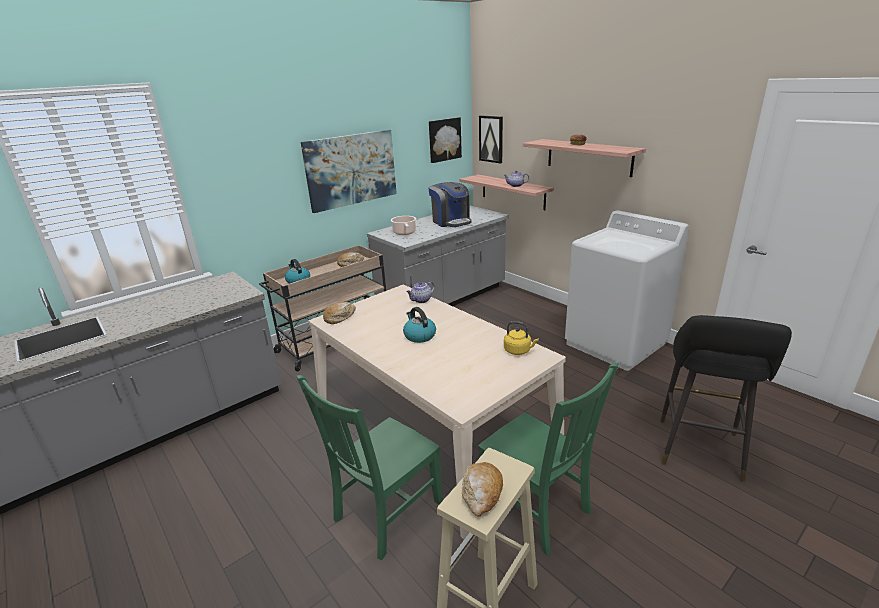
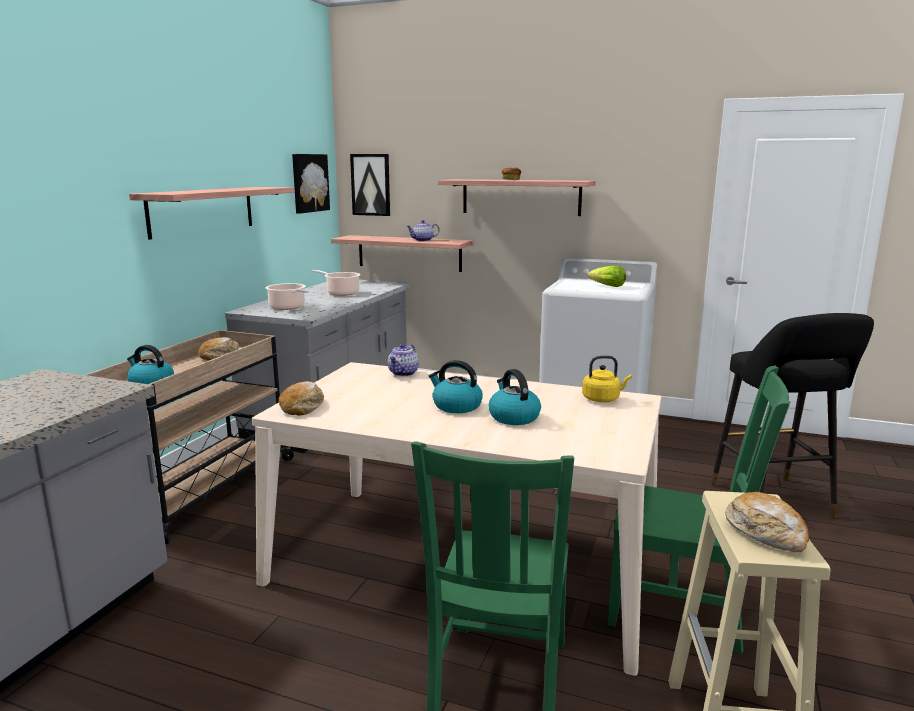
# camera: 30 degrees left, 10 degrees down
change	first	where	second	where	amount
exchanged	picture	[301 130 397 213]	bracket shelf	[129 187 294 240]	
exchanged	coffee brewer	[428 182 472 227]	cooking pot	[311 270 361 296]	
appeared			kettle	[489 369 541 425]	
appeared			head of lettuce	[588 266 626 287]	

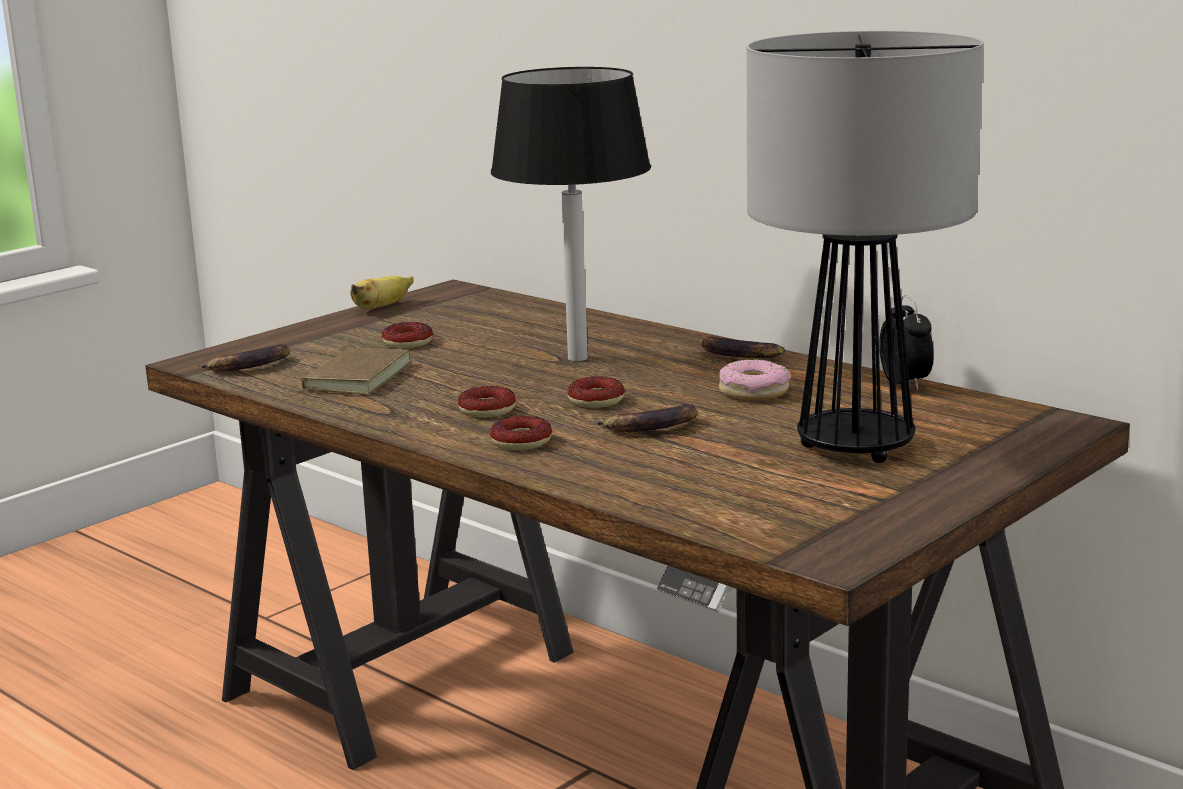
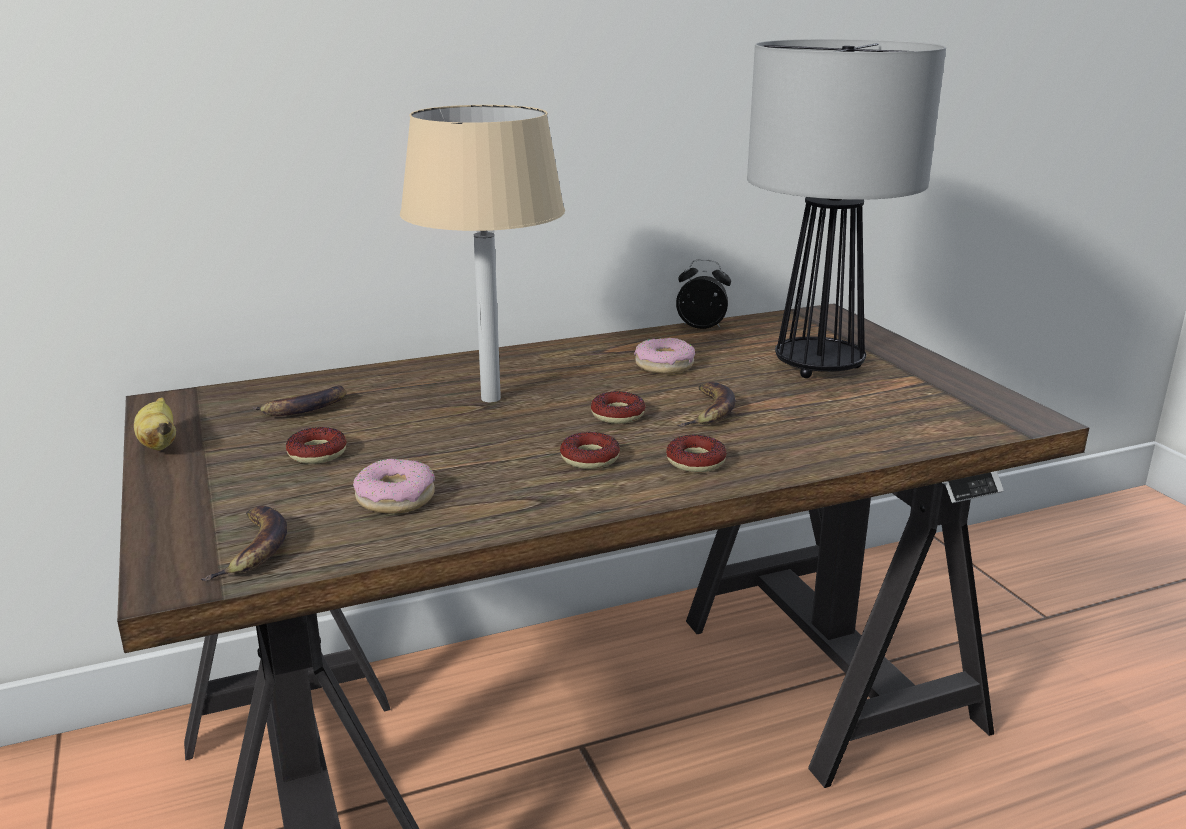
# camera: 65 degrees left, 5 degrees up
change	first	where	second	where	amount
relocated	whole banana	[701 336 785 358]		[253 385 347 416]	
exchanged	bound book/brownish	[282 348 412 394]	donut	[353 459 435 514]	
colour	lamp for a table/blackish	[491 67 651 361]	lamp for a table/beige-coloured	[400 105 565 402]	

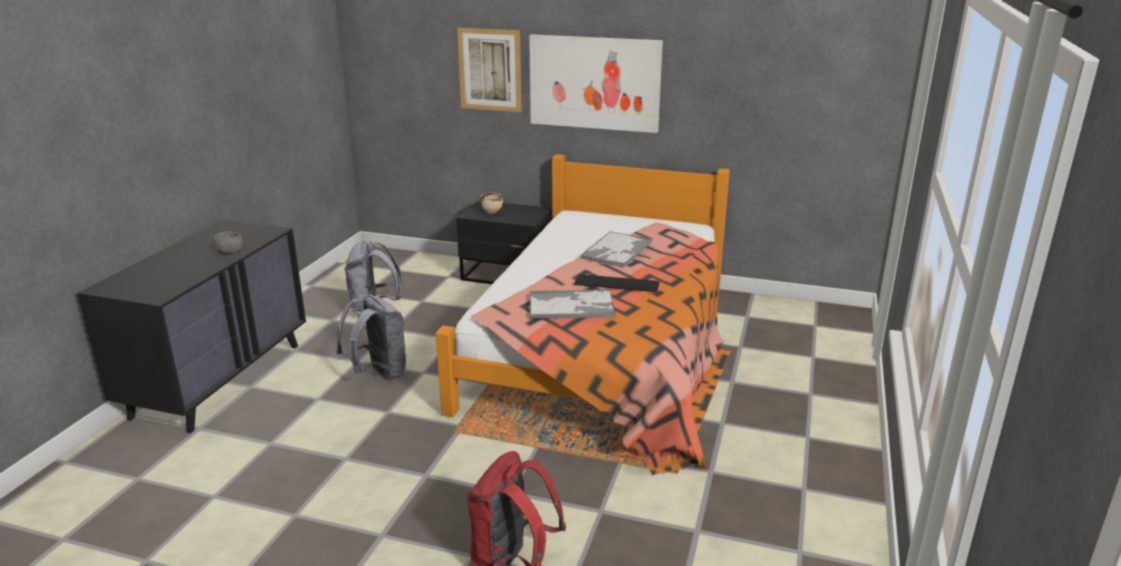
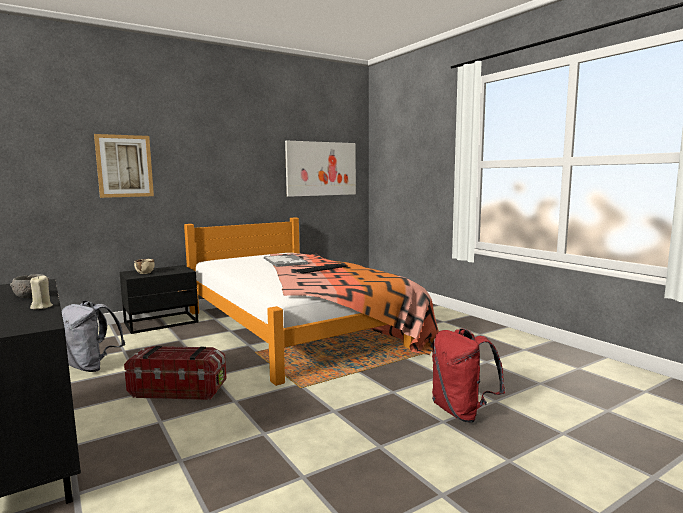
# camera: 50 degrees left, 15 degrees down
change	first	where	second	where	amount
appeared			wax candle/beige-coloured	[30 275 53 309]	
exchanged	backpack/gray	[337 294 407 380]	storage container	[124 346 227 400]	
relocated	picture	[529 34 663 133]		[285 141 356 197]	
missing	carrying tray	[530 290 616 319]			

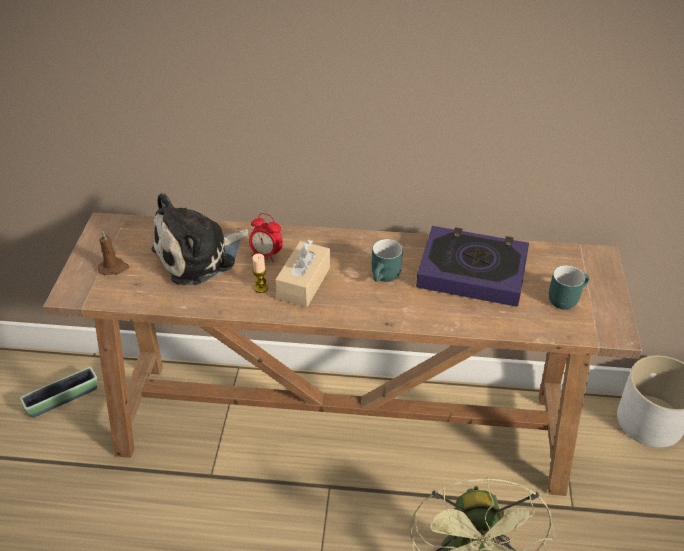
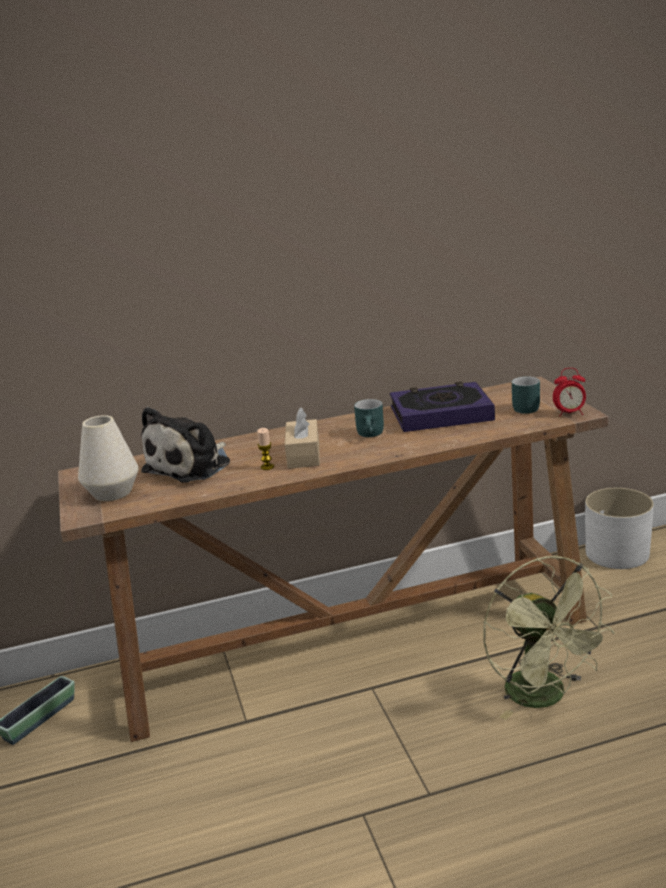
# camera: 20 degrees left, 20 degrees down
change	first	where	second	where	amount
exchanged	wax candle/brownish	[98 231 129 275]	vase/white	[78 415 139 501]	
relocated	alarm clock	[249 213 283 262]		[553 368 586 417]	

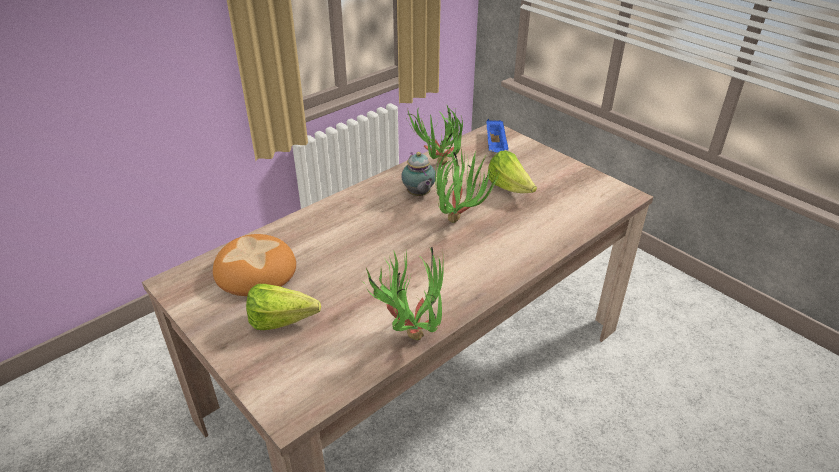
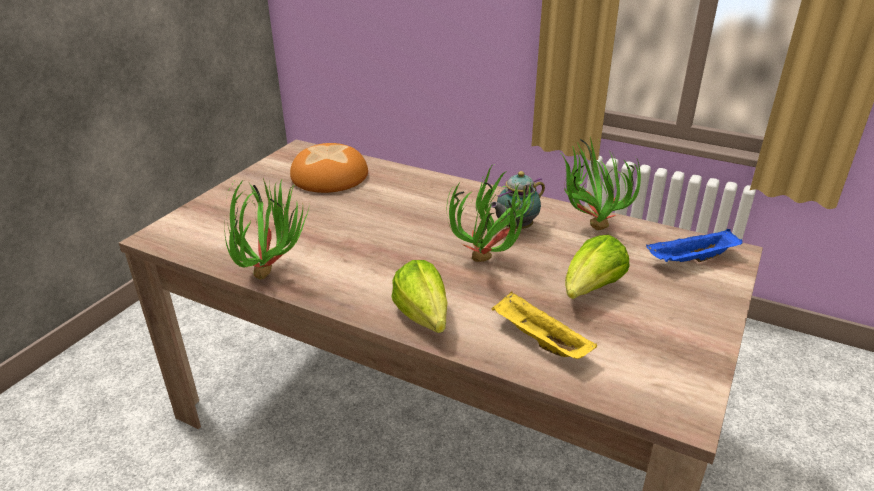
# camera: 70 degrees right, 5 degrees down
change	first	where	second	where	amount
relocated	head of lettuce	[246 284 321 330]		[392 260 448 333]	
appeared			carrying tray/yellowish	[492 292 597 359]	

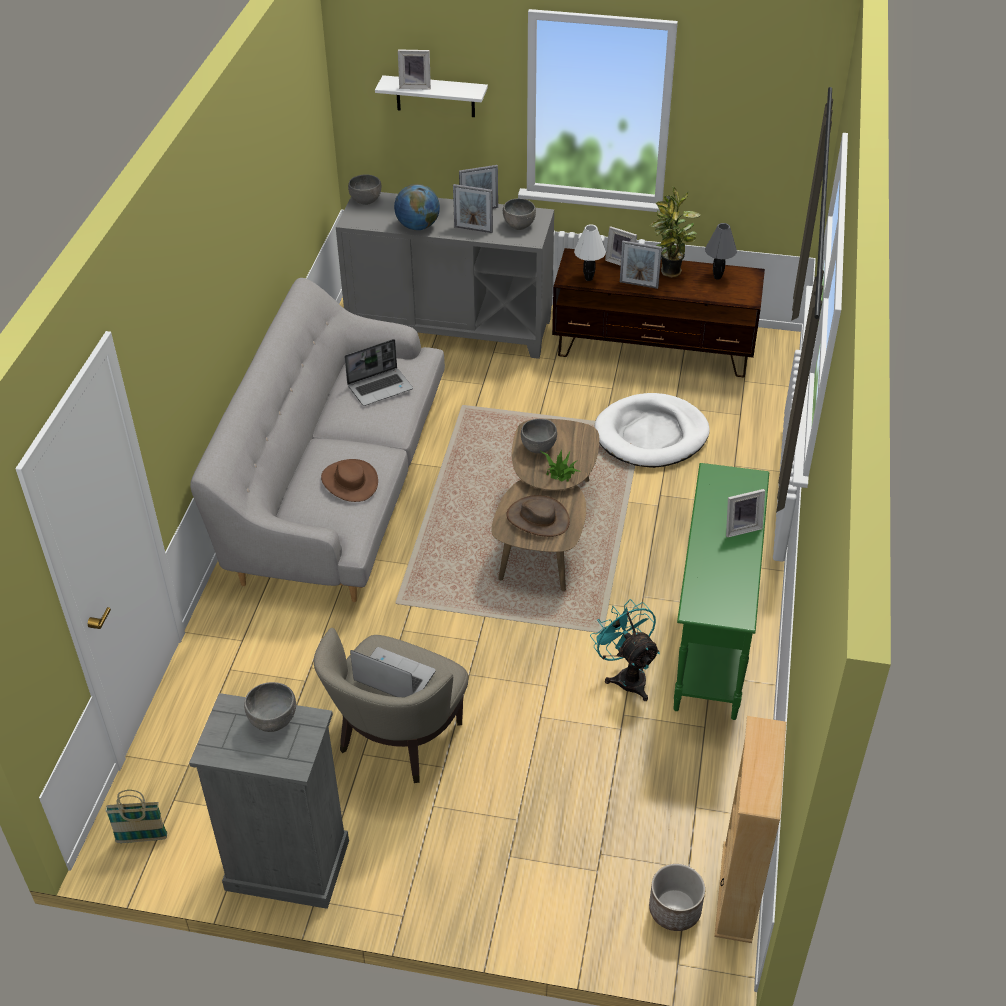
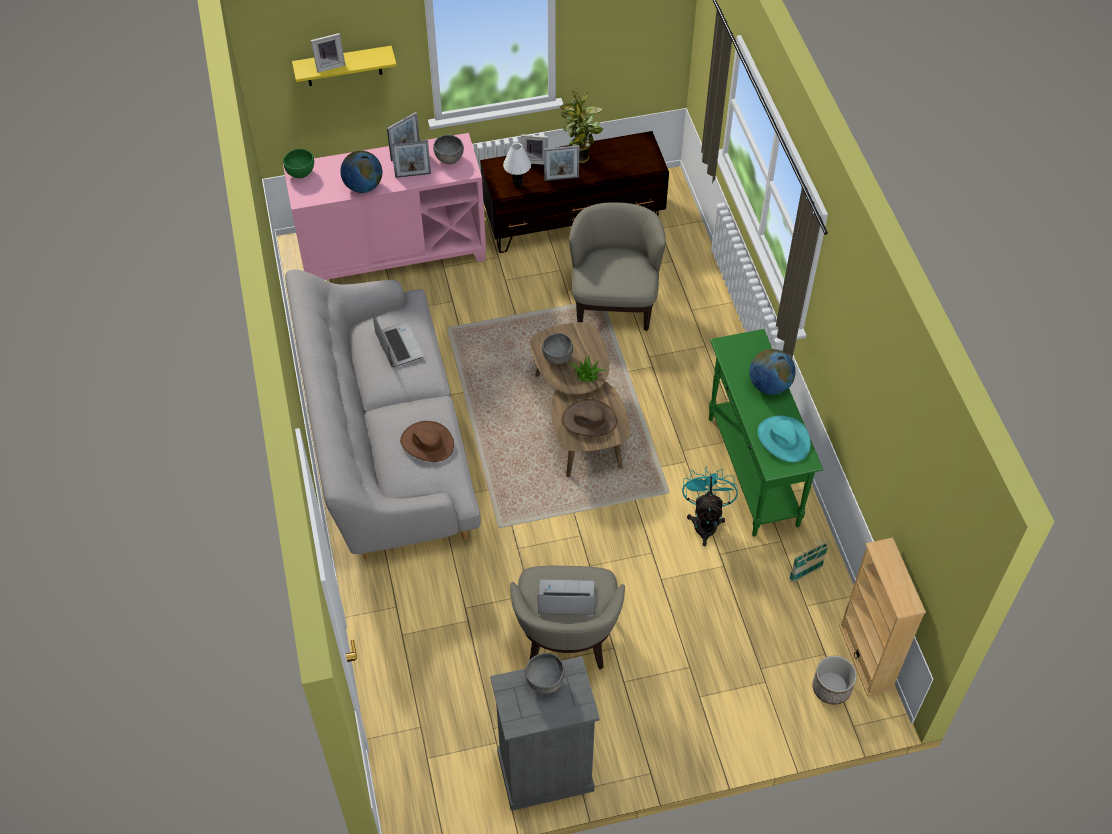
# camera: 25 degrees left, 10 degrees up
change	first	where	second	where	amount
colour	storage cabinet/gray	[336 192 554 359]	storage cabinet/pink-coloured	[283 133 486 280]	
colour	serving bowl/gray	[348 174 381 205]	serving bowl/greenish	[283 149 314 178]	
colour	bracket shelf/white	[375 75 488 117]	bracket shelf/yellowish	[292 46 397 86]	
spun	notebook computer	[344 339 413 406]		[372 311 424 367]	60 degrees counterclockwise
exchanged	dog bed/white	[595 393 710 468]	lounge chair/beige-coloured	[569 202 666 331]	
spun	fan/blue-green	[590 599 660 701]		[682 467 738 546]	60 degrees clockwise
exchanged	standing frame	[726 489 765 538]	desk globe	[749 349 796 395]	
appeared			clothing hat/blue-green	[757 416 811 462]	
relocated	storage basket	[106 790 168 843]		[789 539 829 583]	
missing	lamp for a table/gray	[705 223 737 279]			

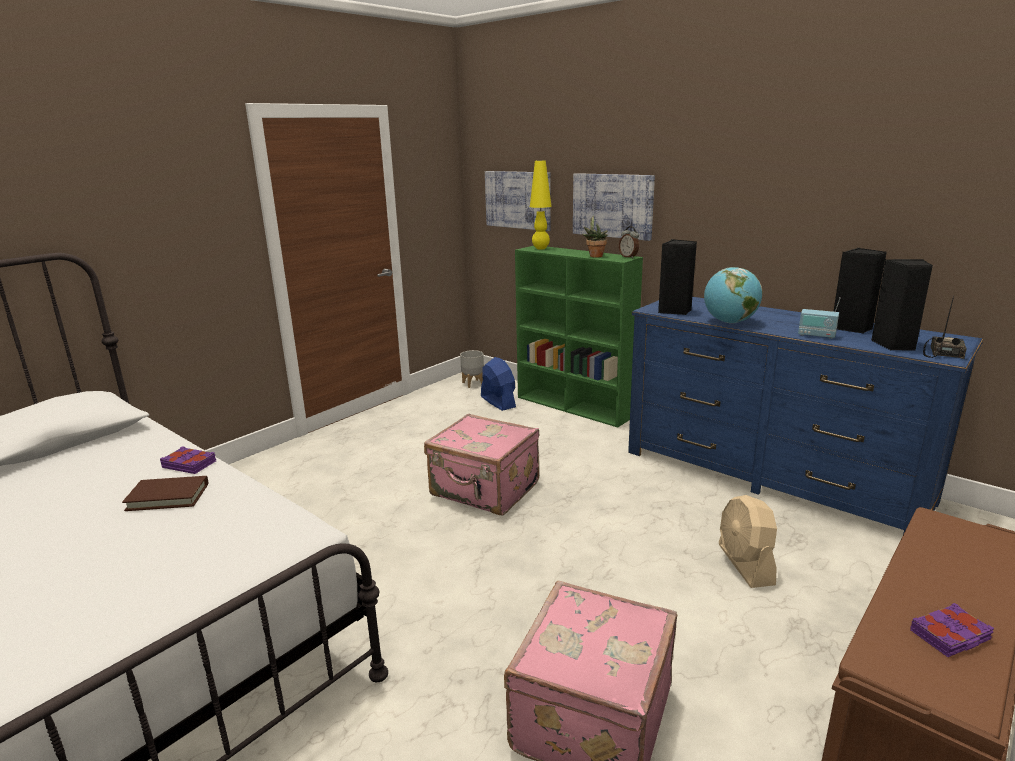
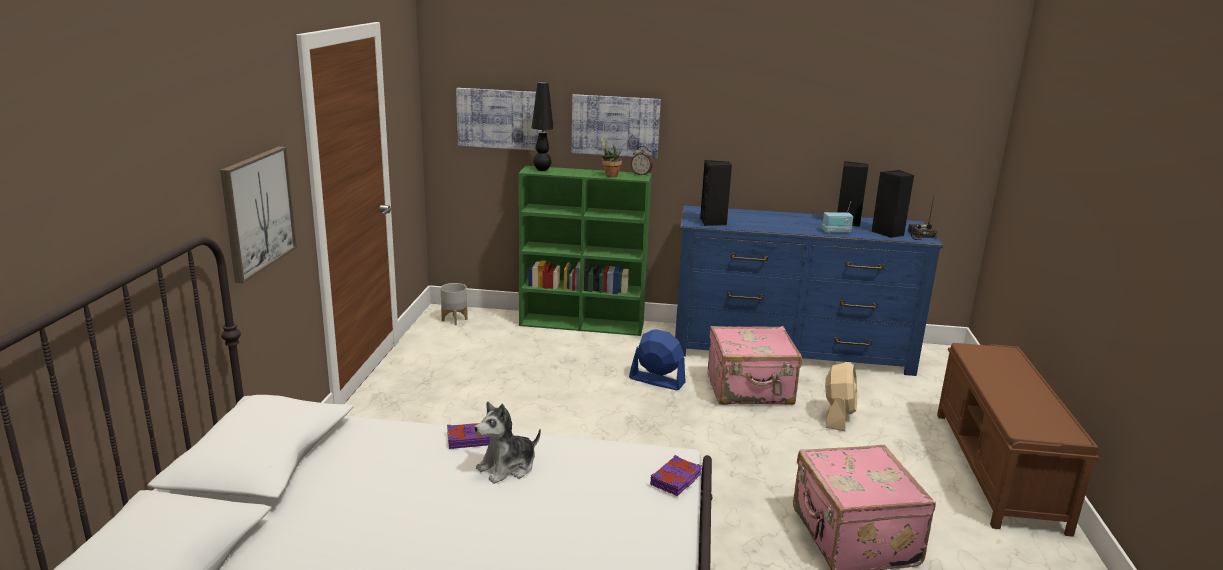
# camera: 35 degrees left, 0 degrees up
change	first	where	second	where	amount
appeared			picture	[220 146 297 283]	
exchanged	bound book/brownish	[122 476 208 511]	cuddly toy	[474 402 541 484]	
colour	lamp for a table/yellowish	[530 160 552 250]	lamp for a table/blackish	[531 82 554 171]	
relocated	fan/bluish	[481 357 516 411]		[629 329 686 390]	
relocated	bound book/purple-coloured	[910 603 994 657]		[650 455 702 496]	
relocated	travel case/pink-coloured	[424 413 539 515]		[708 326 802 405]	
spun	fan/beige-coloured	[719 495 777 588]		[825 362 857 431]	120 degrees counterclockwise
missing	desk globe	[704 267 762 323]			

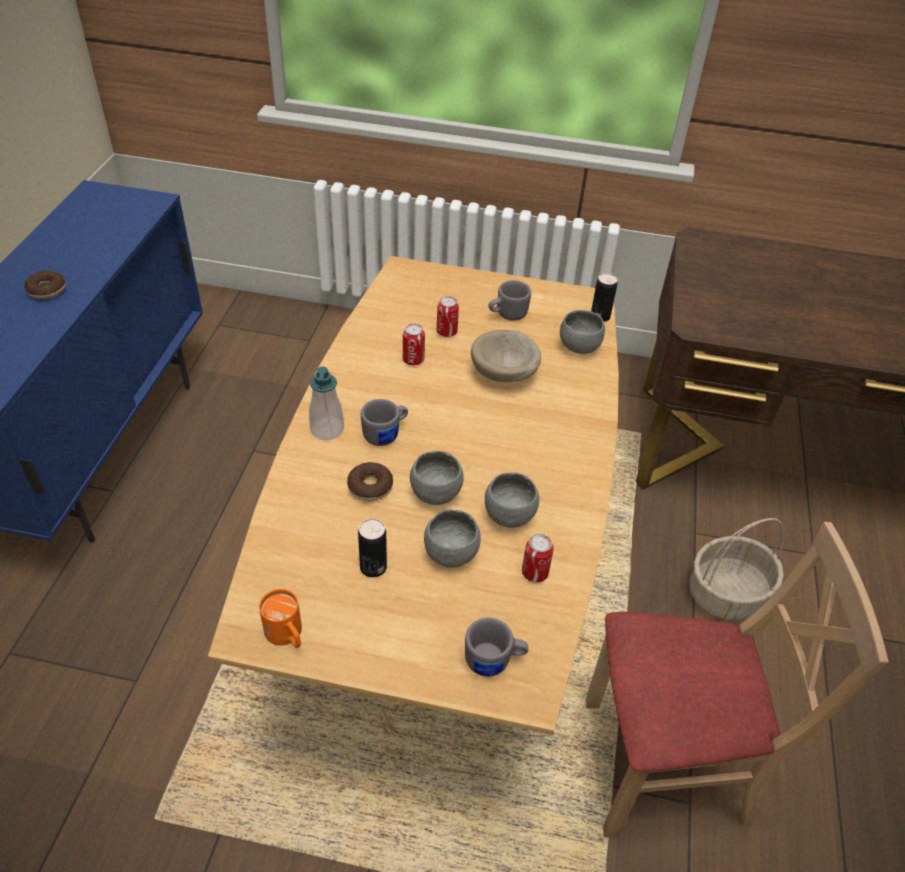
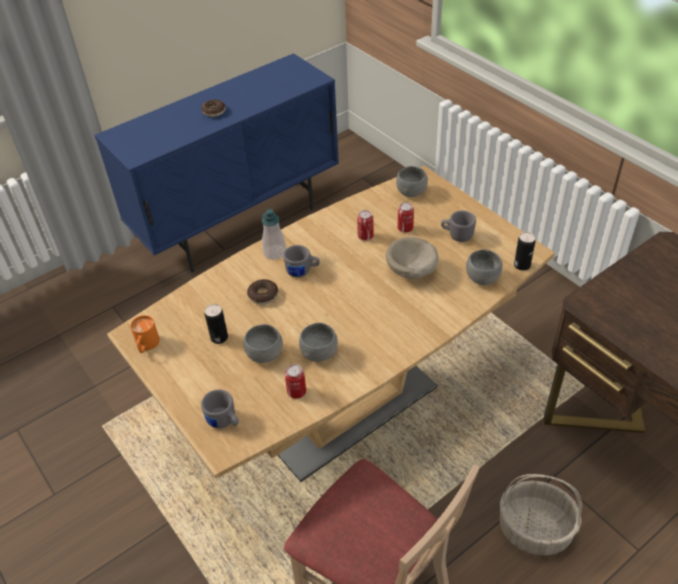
# camera: 45 degrees right, 0 degrees up
change	first	where	second	where	amount
relocated	serving bowl/gray	[410 451 464 505]		[396 166 428 197]	

